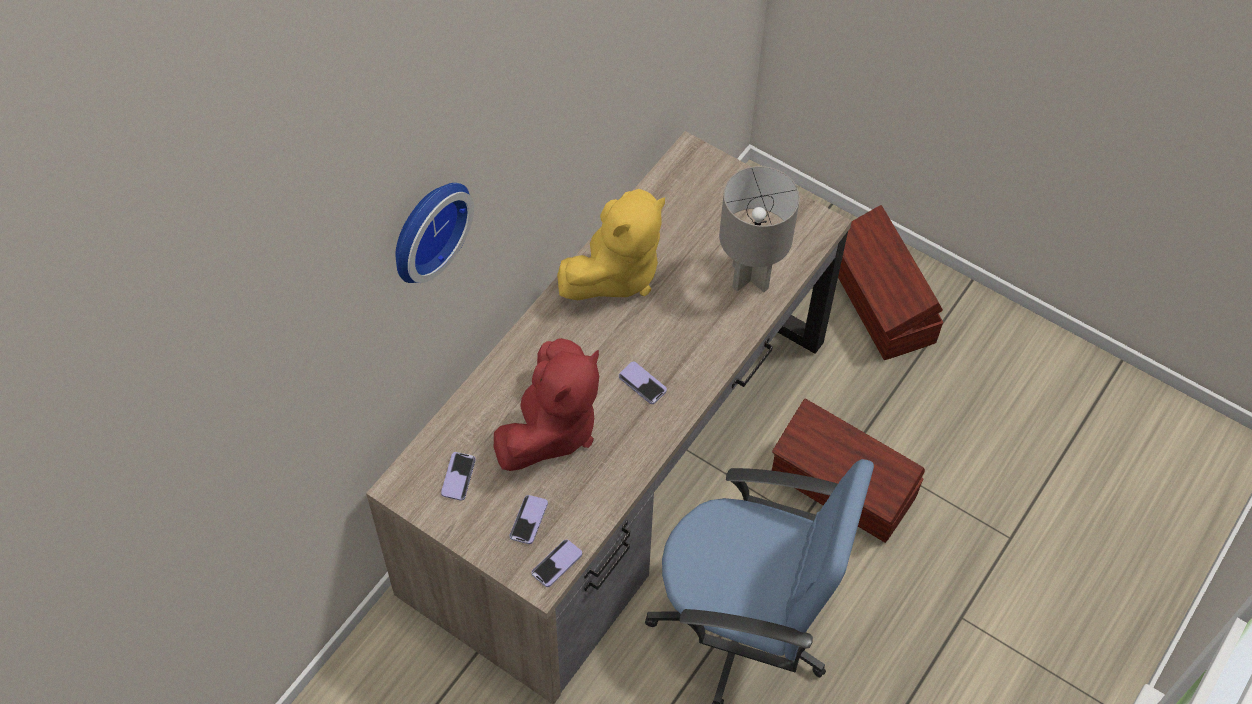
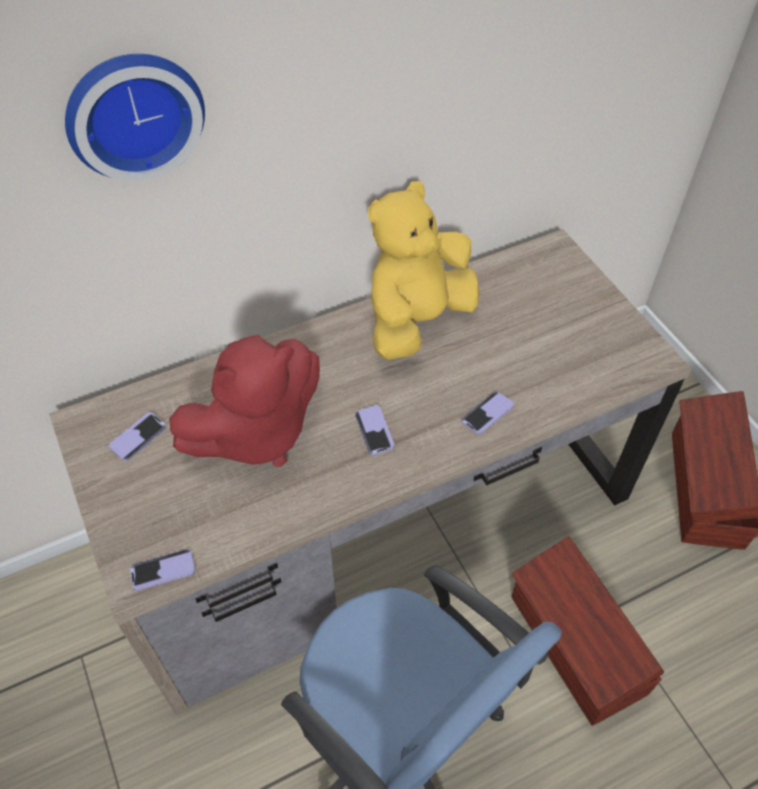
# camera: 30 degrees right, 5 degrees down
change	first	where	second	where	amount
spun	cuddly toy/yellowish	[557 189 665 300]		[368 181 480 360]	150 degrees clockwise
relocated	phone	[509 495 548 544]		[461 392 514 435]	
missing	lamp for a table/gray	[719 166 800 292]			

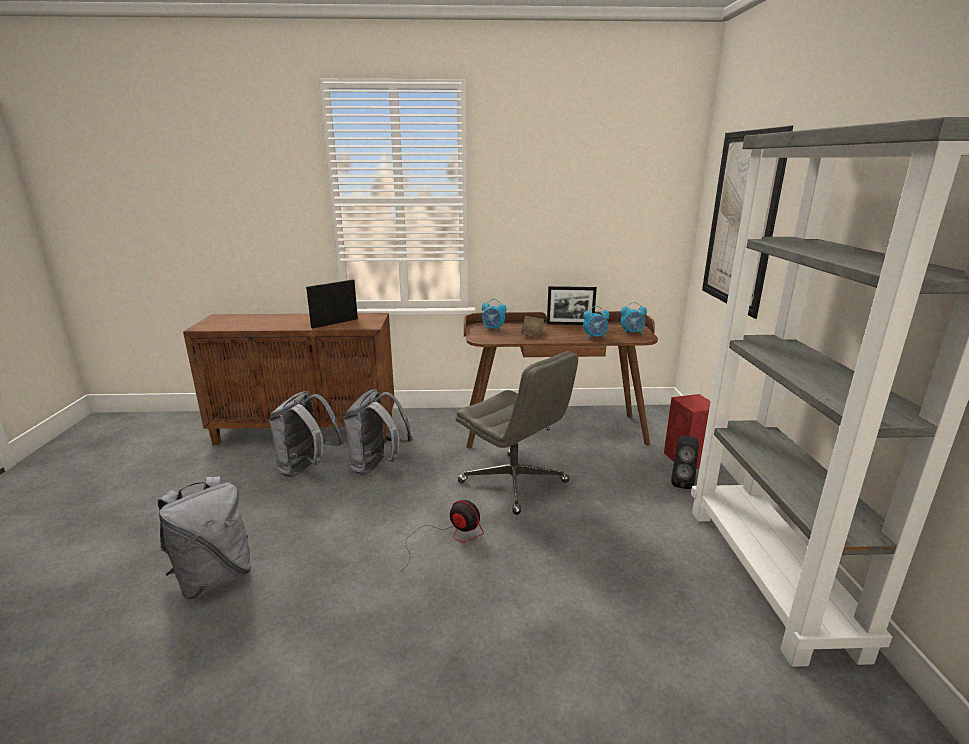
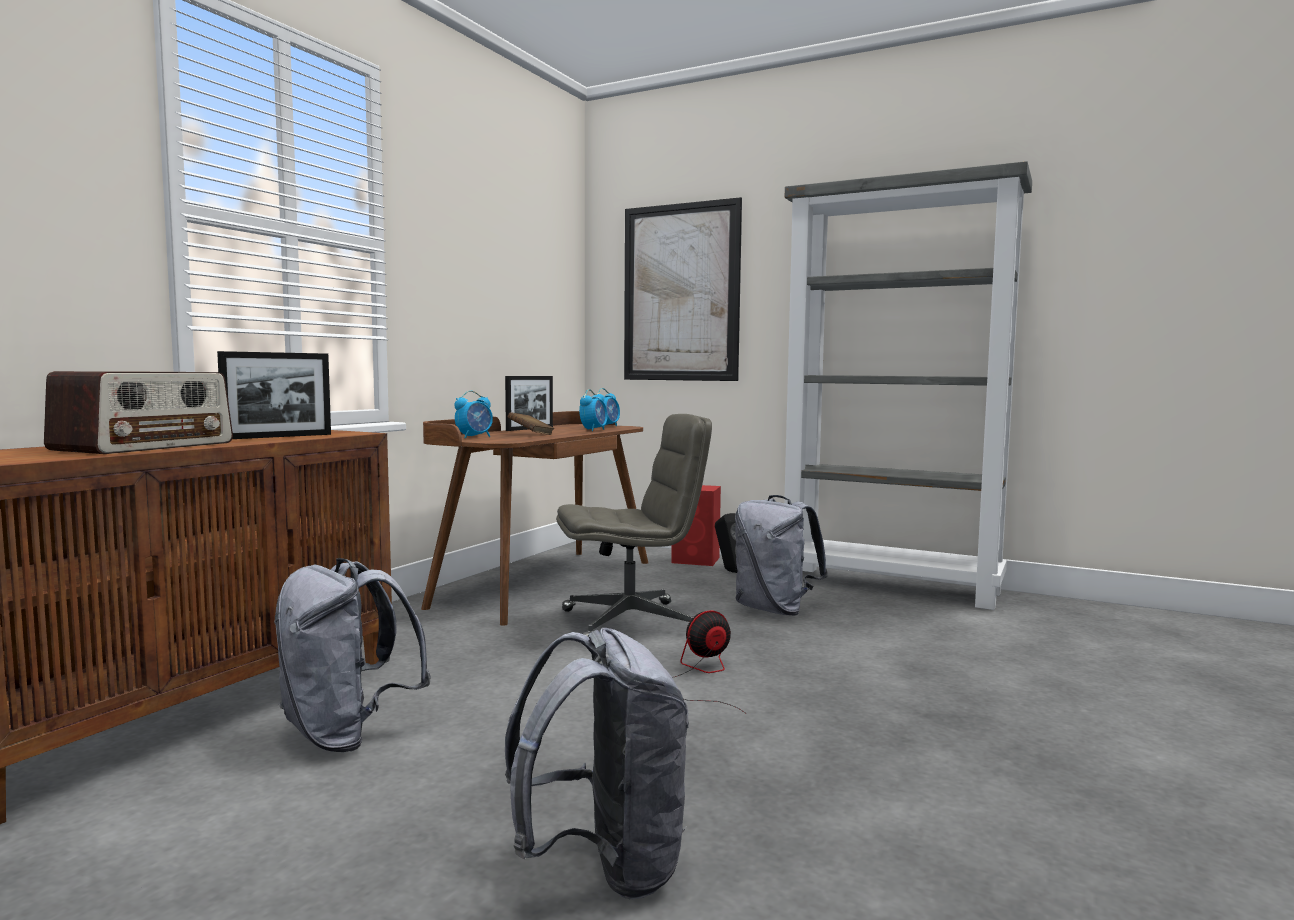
# camera: 60 degrees left, 15 degrees down
change	first	where	second	where	amount
appeared			radio receiver	[44 371 233 454]	
spun	standing frame	[306 280 358 329]		[217 351 331 439]	120 degrees counterclockwise
relocated	backpack/gray	[343 389 413 475]		[735 495 828 616]	

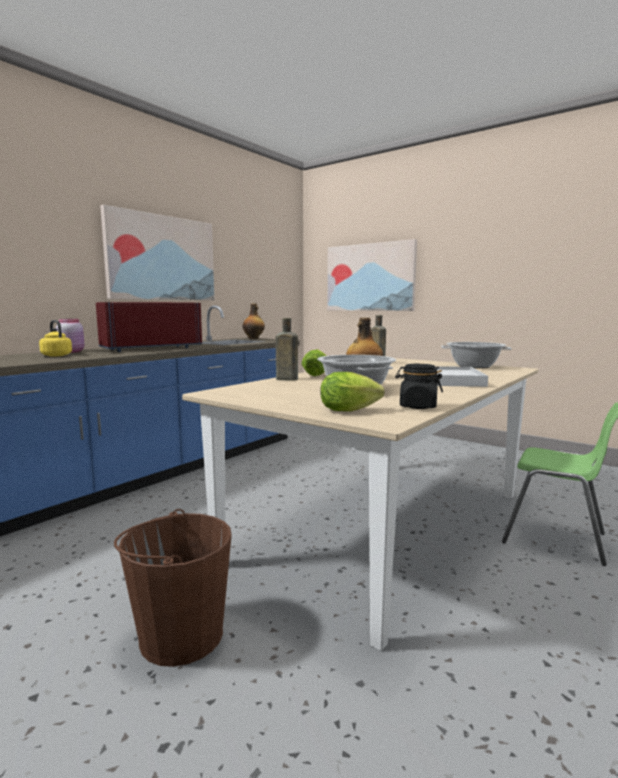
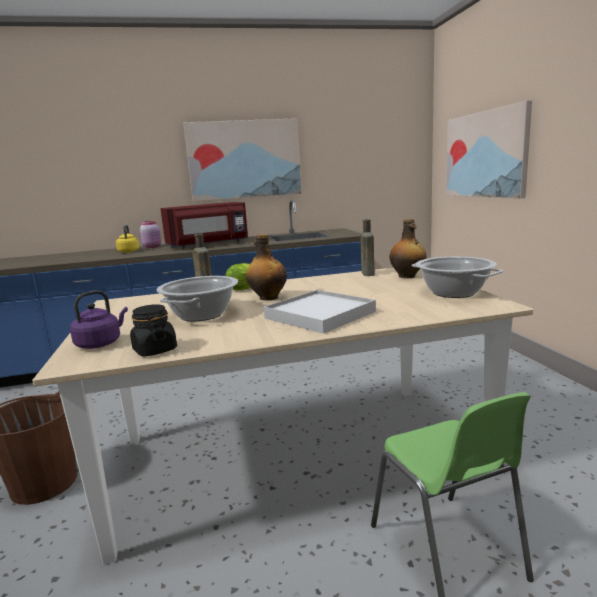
# camera: 40 degrees right, 5 degrees up
change	first	where	second	where	amount
exchanged	head of lettuce	[320 372 385 411]	kettle/purple-coloured	[70 290 128 349]	
spun	microwave/red	[96 302 202 352]		[160 202 248 249]	150 degrees clockwise
relocated	bottle	[243 303 265 339]		[389 219 427 278]	

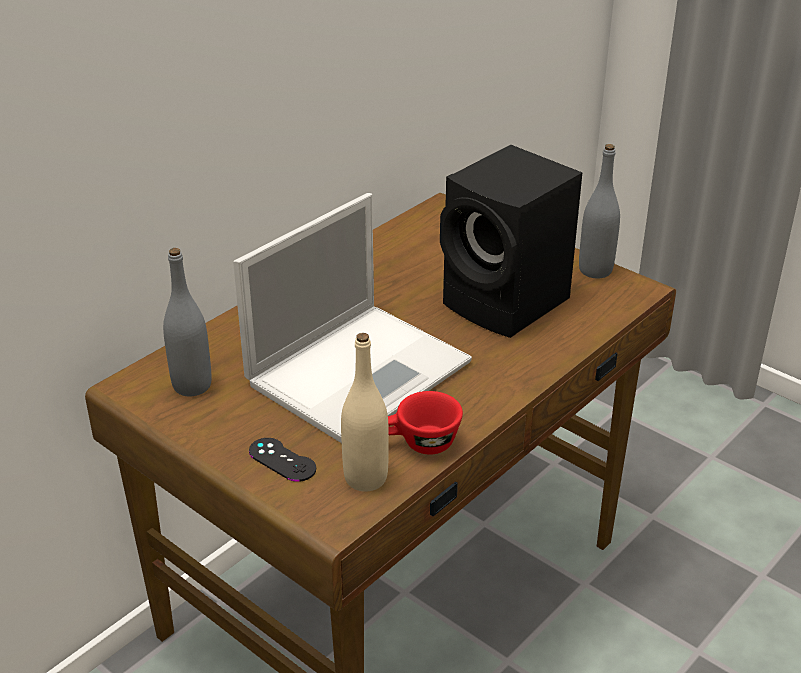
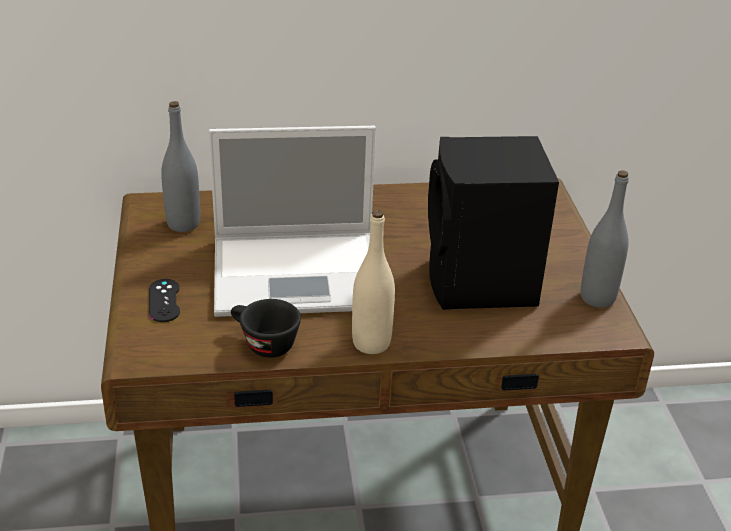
# camera: 40 degrees right, 0 degrees up
change	first	where	second	where	amount
colour	drinking cup/red	[388 391 463 455]	drinking cup/blackish	[231 299 301 358]	
relocated	bottle/beige-coloured	[341 333 389 492]		[352 210 395 354]	

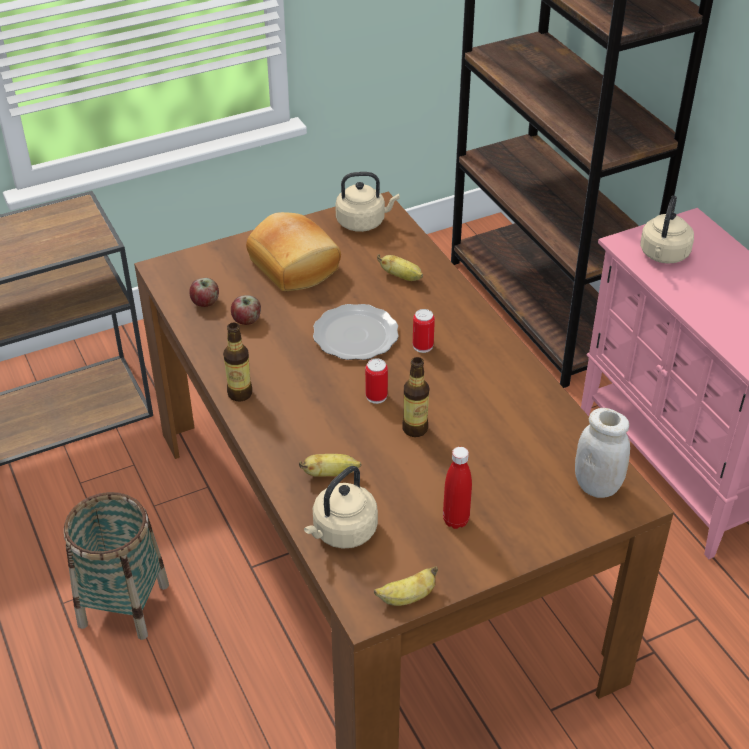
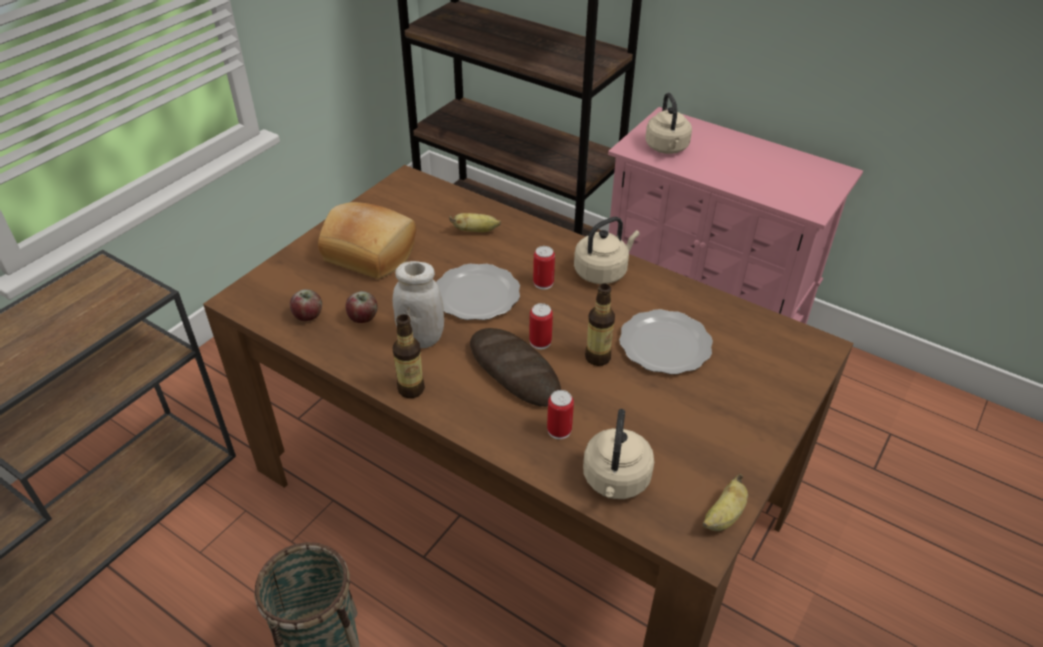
# camera: 30 degrees left, 0 degrees up
change	first	where	second	where	amount
relocated	storage jar/white	[575 408 630 498]		[393 261 444 348]	
appeared			bread	[470 328 561 407]	
exchanged	whole banana	[299 454 361 477]	sealed can	[547 390 574 439]	
relocated	kettle/beige-coloured	[335 172 400 232]		[574 217 640 284]	
appeared			flat dish	[619 309 713 374]	
missing	bottle/red	[443 447 472 529]			

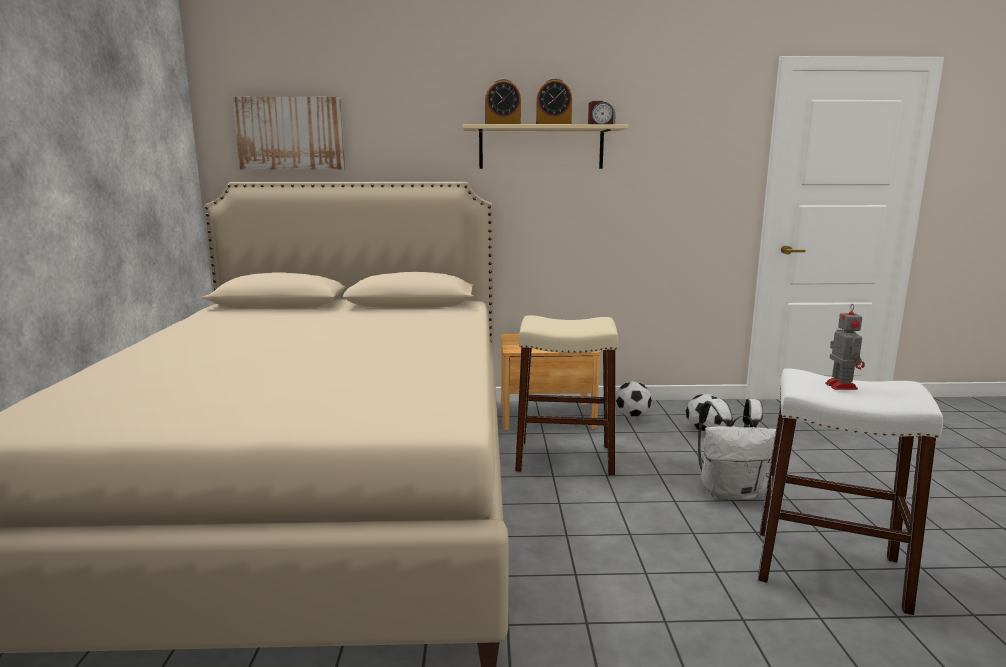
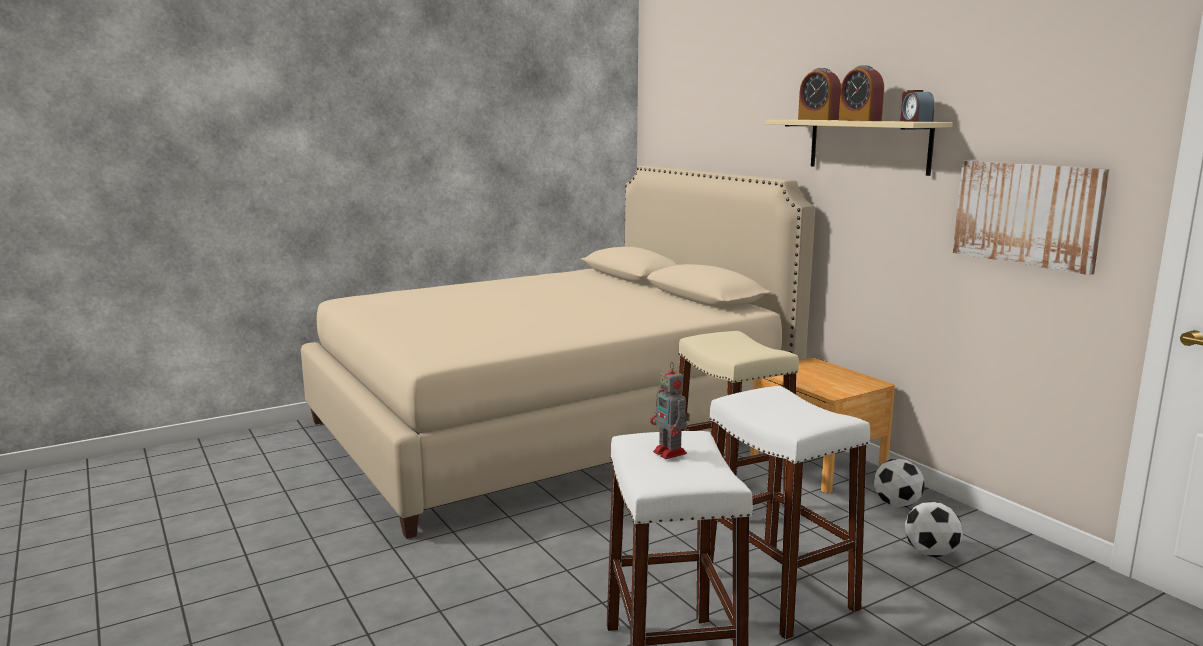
# camera: 60 degrees right, 0 degrees up
change	first	where	second	where	amount
spun	robot figure	[825 305 865 390]		[650 362 690 459]	90 degrees clockwise
exchanged	backpack/white	[698 398 776 500]	stool/white	[710 386 870 640]	
relocated	picture	[233 97 345 169]		[953 160 1110 275]	

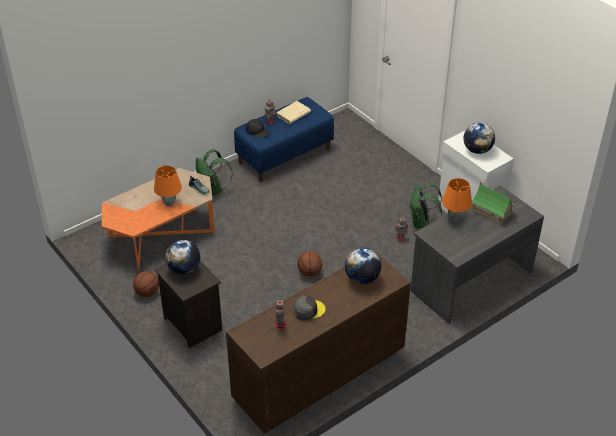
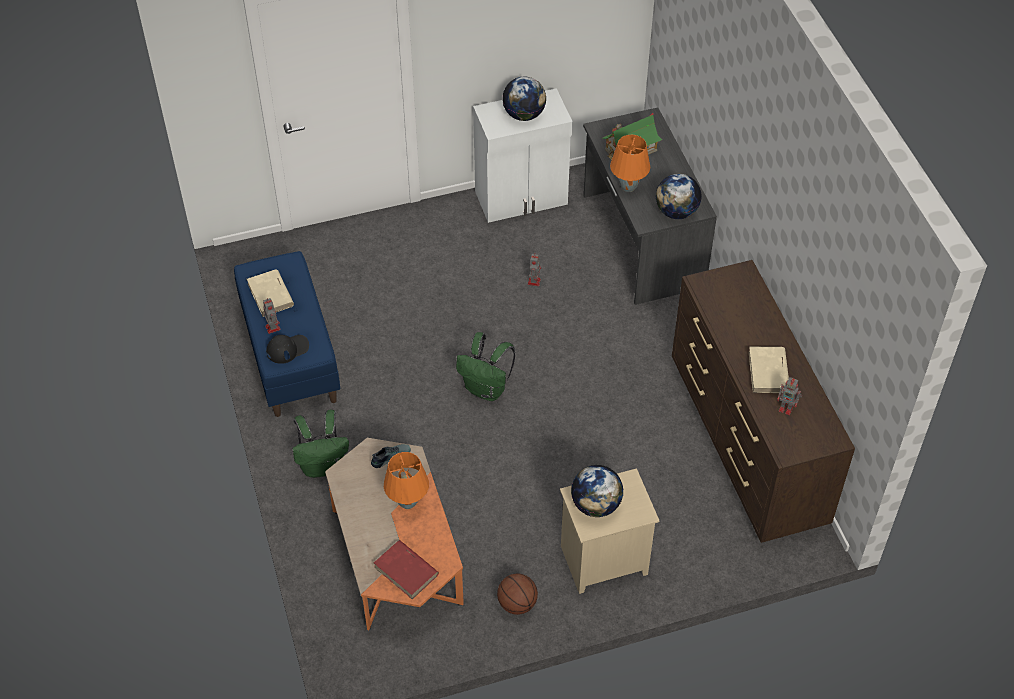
# camera: 70 degrees left, 10 degrees up
change	first	where	second	where	amount
appeared			bound book/red	[374 540 439 599]	
relocated	backpack/greenish	[409 184 442 228]		[456 332 515 401]	
colour	nightstand/blackish	[154 261 222 348]	nightstand/beige-coloured	[560 468 660 594]	
relocated	desk globe	[345 248 381 284]		[656 174 702 219]	
exchanged	peaked cap/gray	[293 296 325 320]	bound book/beige-coloured	[748 347 789 393]	
missing	basketball ball	[297 251 322 277]			

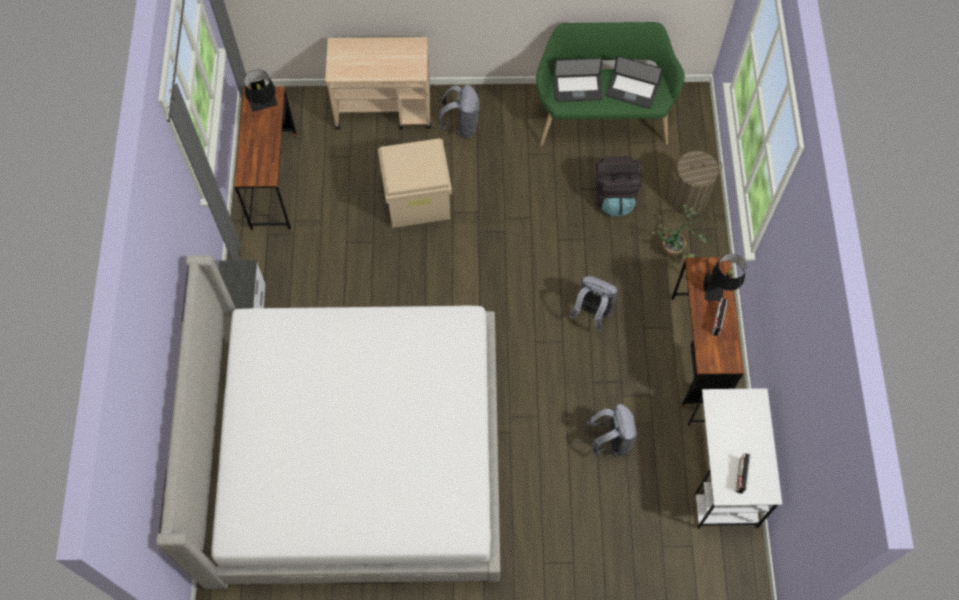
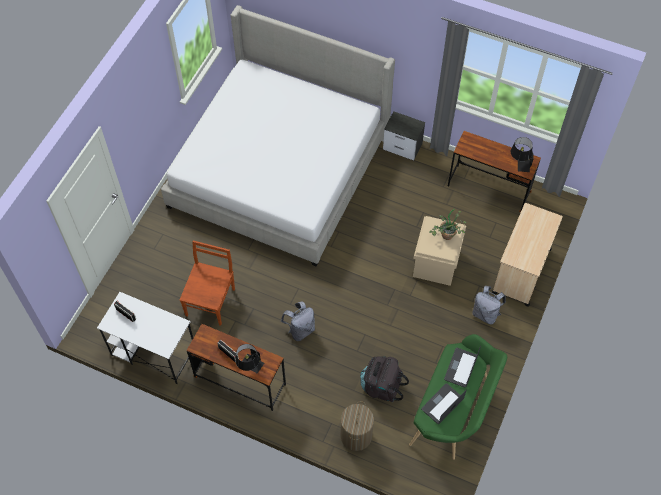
# camera: 115 degrees right, 5 degrees down
change	first	where	second	where	amount
exchanged	backpack/gray	[587 404 637 458]	chair/brownish	[179 240 235 326]	
relocated	plant in a pot	[652 204 706 265]		[429 209 467 240]	

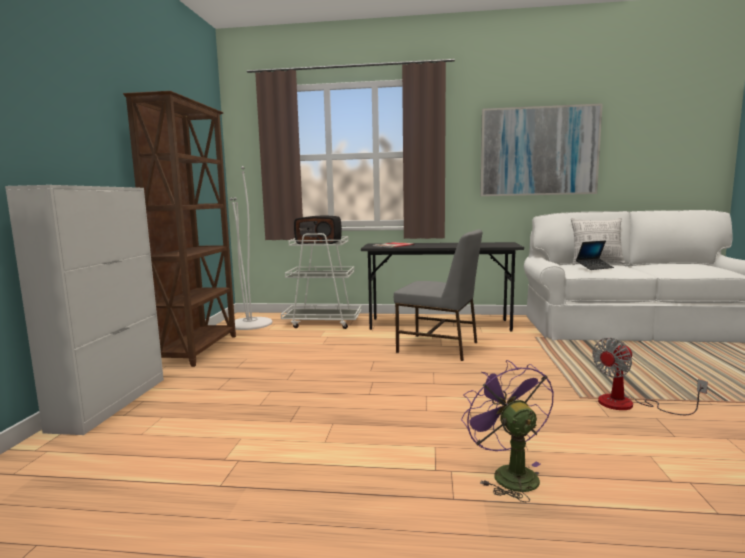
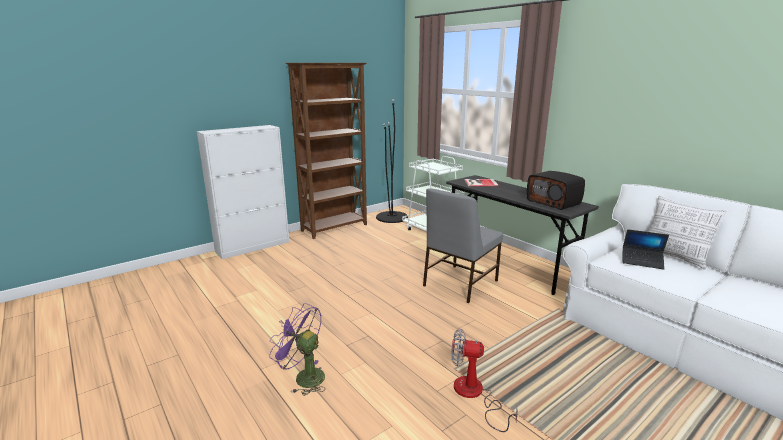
# camera: 45 degrees right, 10 degrees up
change	first	where	second	where	amount
spun	fan/purple-coloured	[461 360 554 503]		[269 303 325 396]	90 degrees counterclockwise
colour	standard lamp/white	[230 166 272 330]	standard lamp/blackish	[376 99 408 223]	
spun	chair/gray	[394 229 482 361]		[423 188 503 303]	60 degrees clockwise
relocated	radio receiver	[294 216 342 244]		[527 171 585 210]	
missing	picture	[480 103 603 196]			

